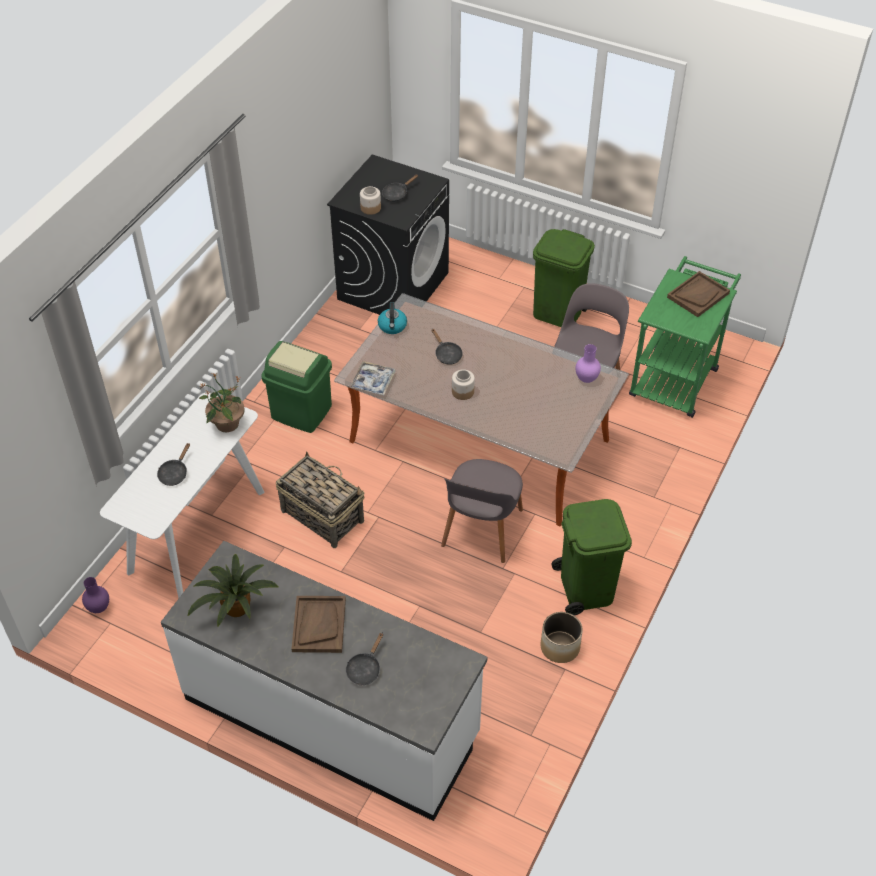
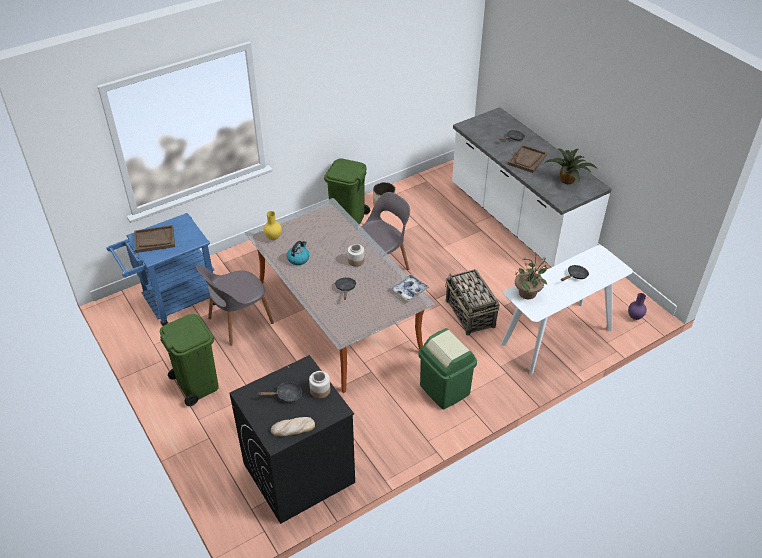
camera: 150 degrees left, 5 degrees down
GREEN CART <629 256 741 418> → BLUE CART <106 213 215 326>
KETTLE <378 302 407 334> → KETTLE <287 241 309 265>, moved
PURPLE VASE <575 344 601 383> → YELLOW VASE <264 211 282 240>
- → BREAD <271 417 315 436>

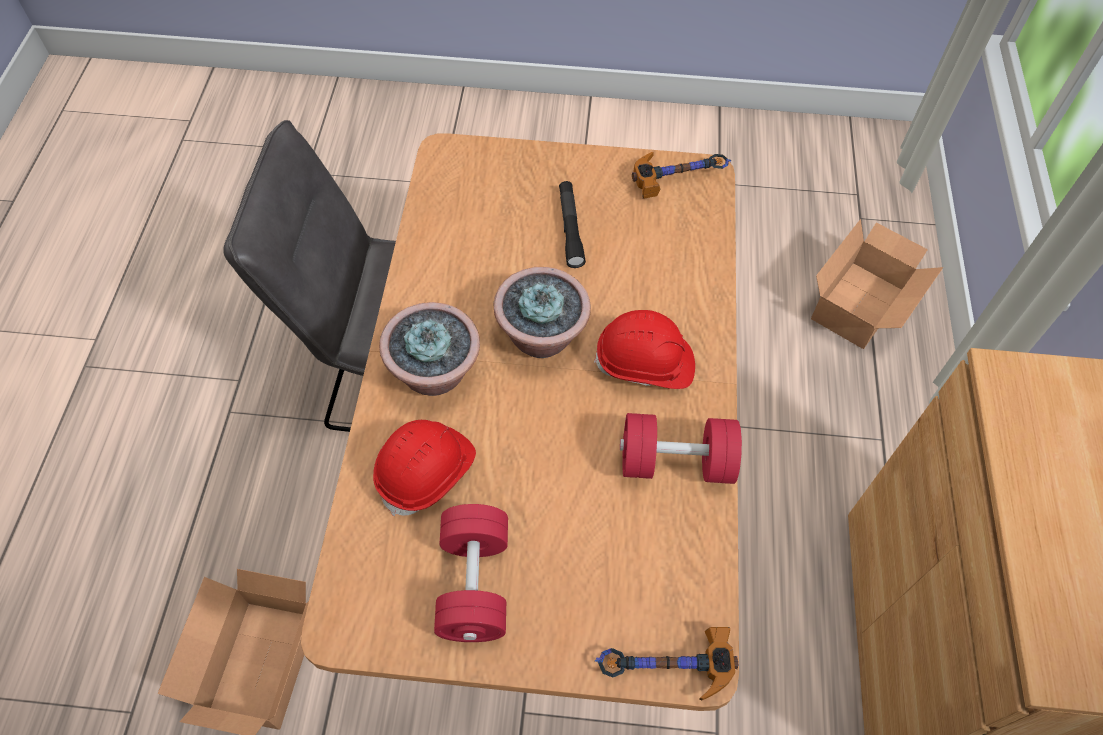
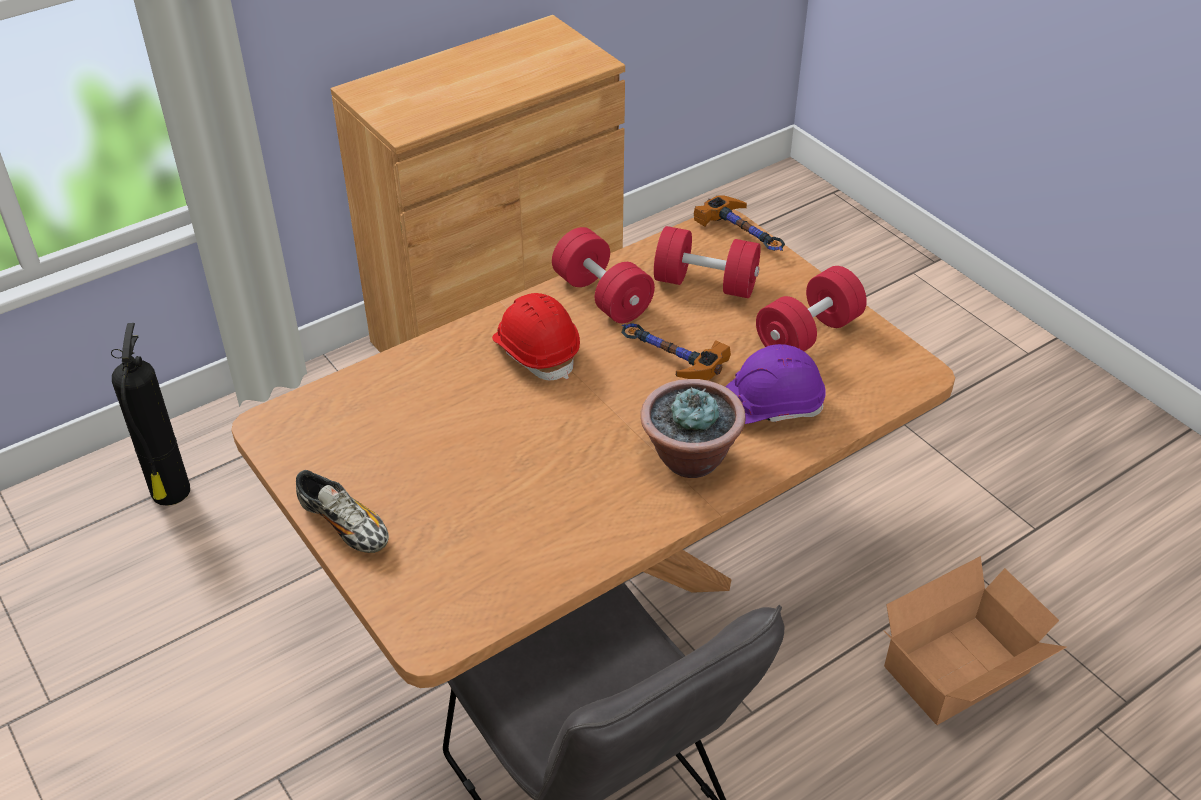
camera: 130 degrees left, 15 degrees down
HAMMER <632 152 731 199> → HAMMER <621 323 731 380>, moved
BLACK FLASHLIGHT <559 181 586 268> → -
CARDBOARD BOX <811 219 943 349> → FIRE EXTINGUISHER <111 323 190 506>
POTTED PLANT <493 267 591 358> → -
RED HARD HAT <373 420 476 516> → PURPLE HARD HAT <725 344 826 424>
- → RED DUMBBELL <654 226 761 298>
- → SHOE <296 470 389 553>

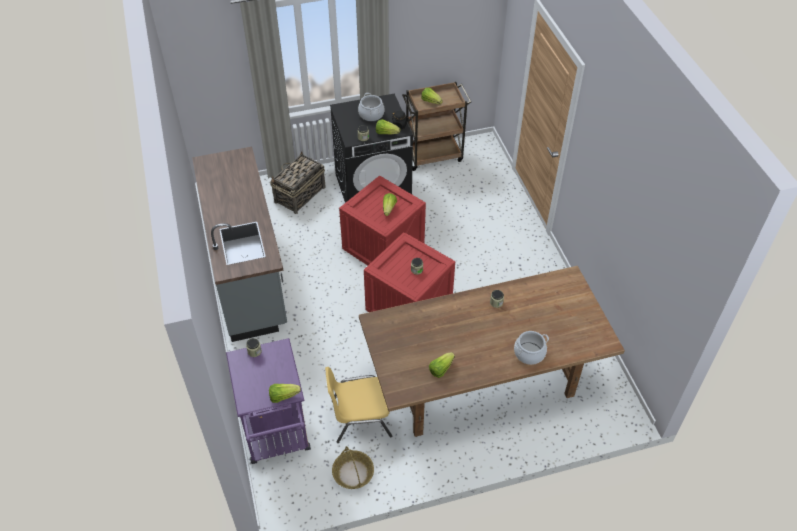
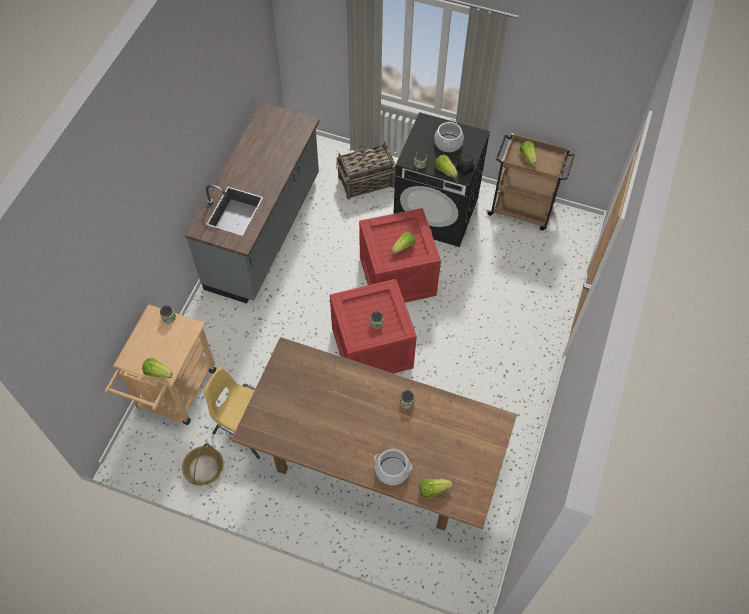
camera: 35 degrees right, 10 degrees up
PURPLE CART <226 338 311 464> → BEIGE CART <105 304 216 425>
LETTUCE <429 352 455 378> → LETTUCE <419 479 452 498>, moved

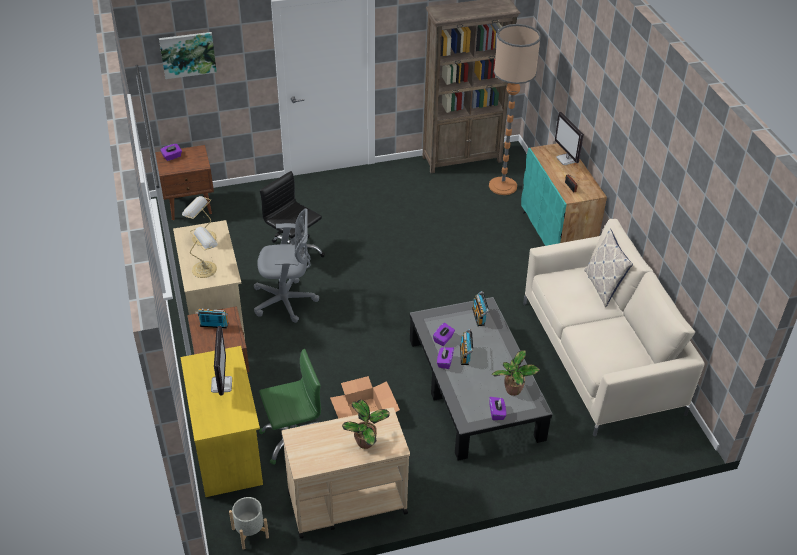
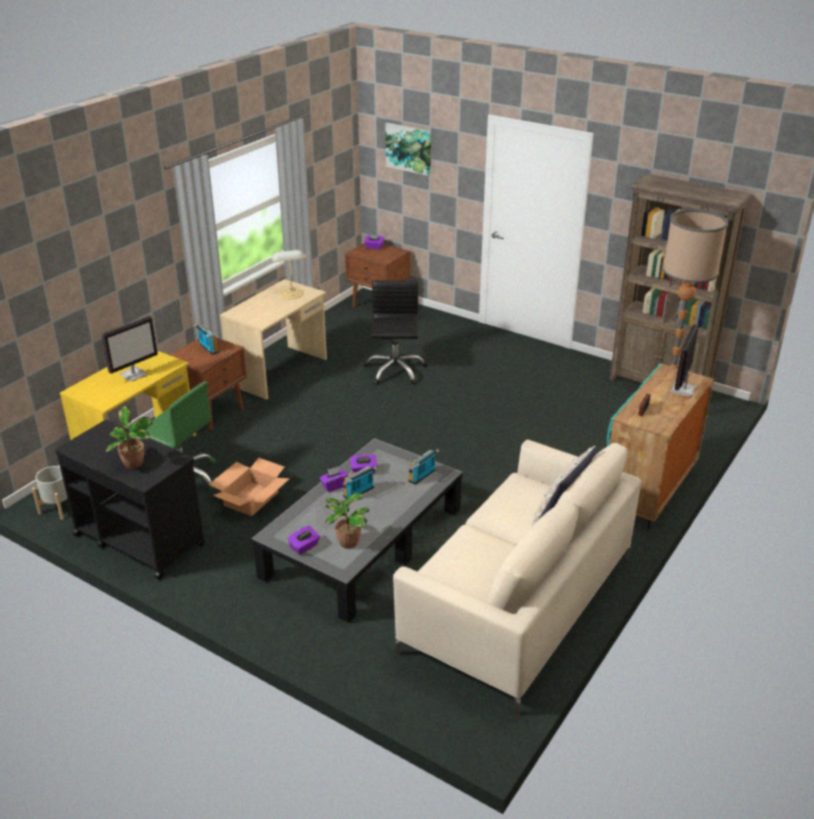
camera: 50 degrees right, 10 degrees down
GREY OFFICE CHAIR <254 208 319 323> → -
TABLE LAMP <190 227 218 278> → -
BEIGE CART <282 407 410 539> → BLACK CART <55 420 205 579>

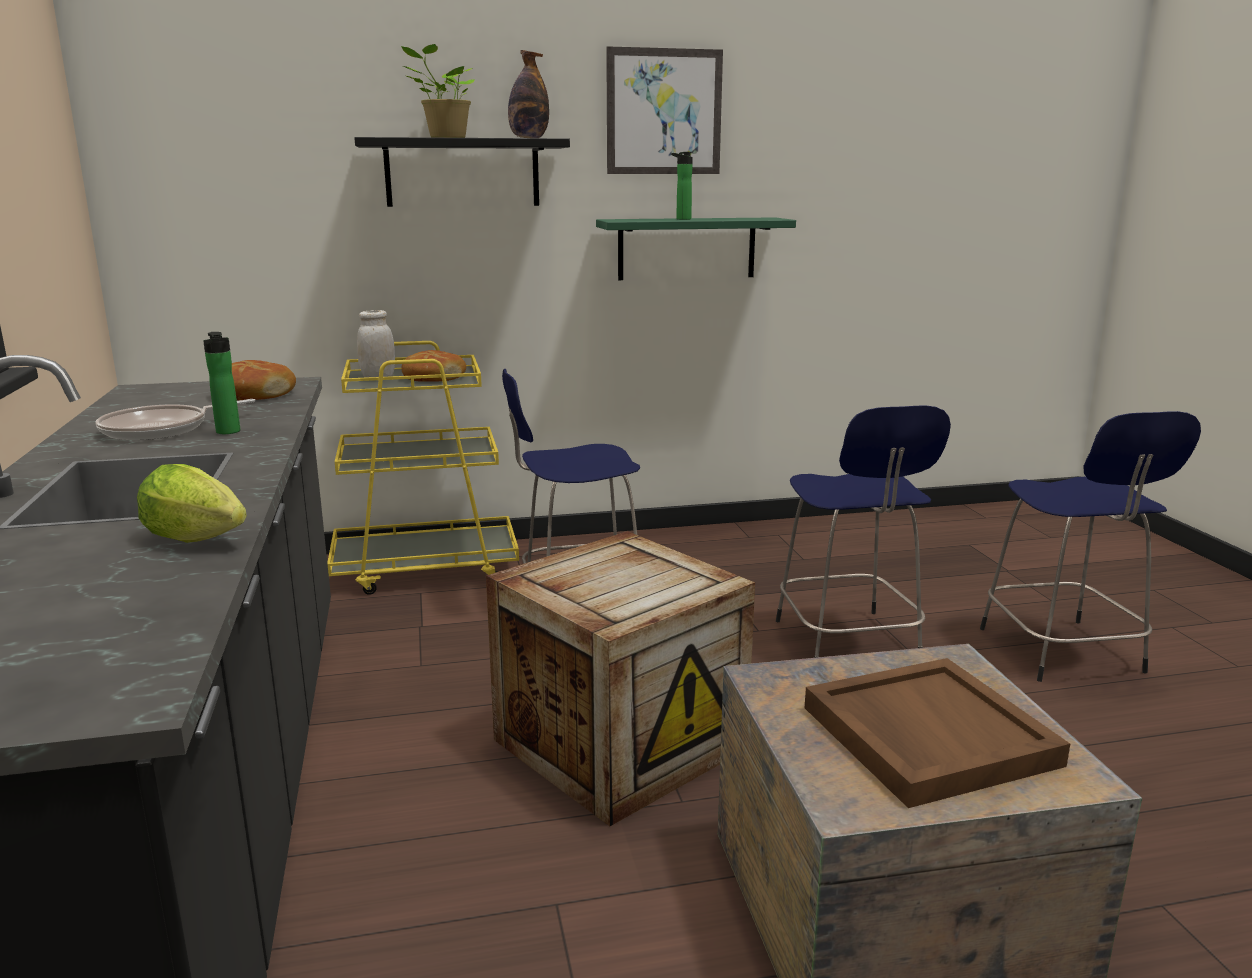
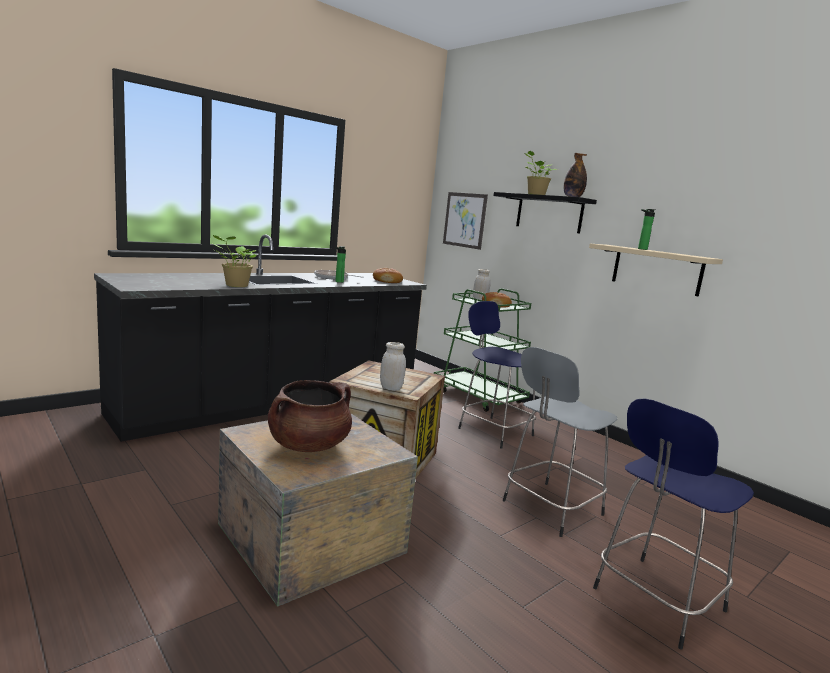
camera: 60 degrees right, 5 degrees down
PICTURE <606 46 723 174> → PICTURE <443 192 488 250>, moved
GREEN SHELF <596 217 796 280> → BEIGE SHELF <589 244 723 296>
YELLOW CART <327 341 519 595> → GREEN CART <434 288 531 412>
BLUE STOOL <776 405 951 658> → GREY STOOL <503 347 617 537>
LETTUCE <137 464 247 543> → POTTED PLANT <211 235 257 287>
BROWN TRAY <805 658 1070 808> → BROWN COOKING POT <268 380 352 452>
- → WHITE JAR <380 342 406 391>

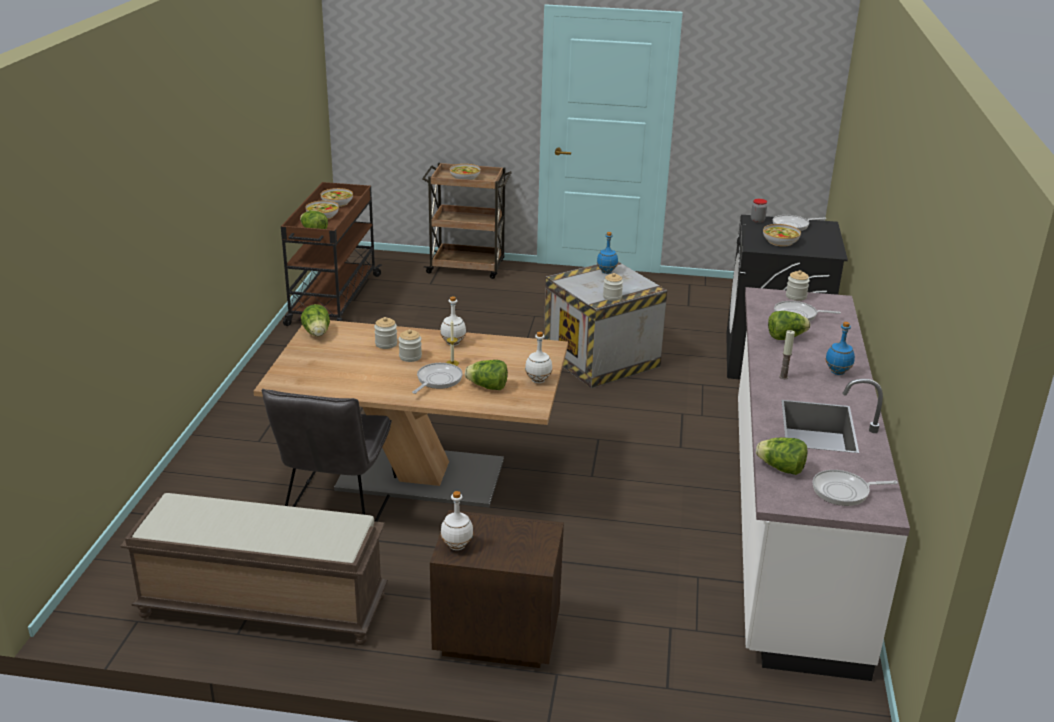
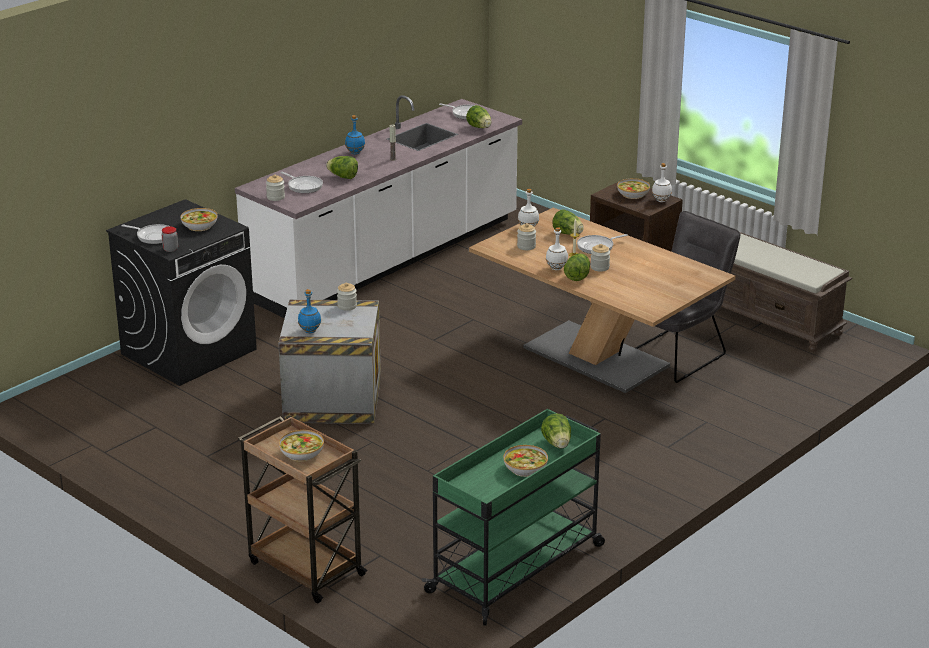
camera: 145 degrees left, 0 degrees up
BROWN CART <281 182 382 326> → GREEN CART <422 409 605 626>
BOWL <321 188 353 207> → BOWL <617 178 650 199>, moved
LETTUCE <301 304 330 336> → LETTUCE <564 253 590 281>, moved
JAR <374 317 397 349> → JAR <517 223 536 250>, moved

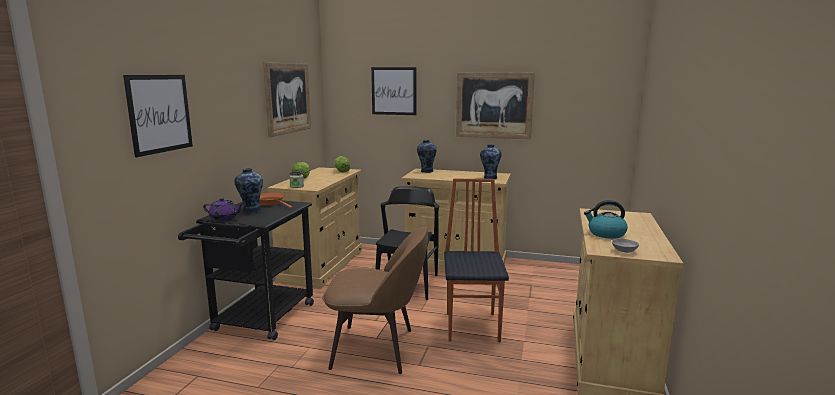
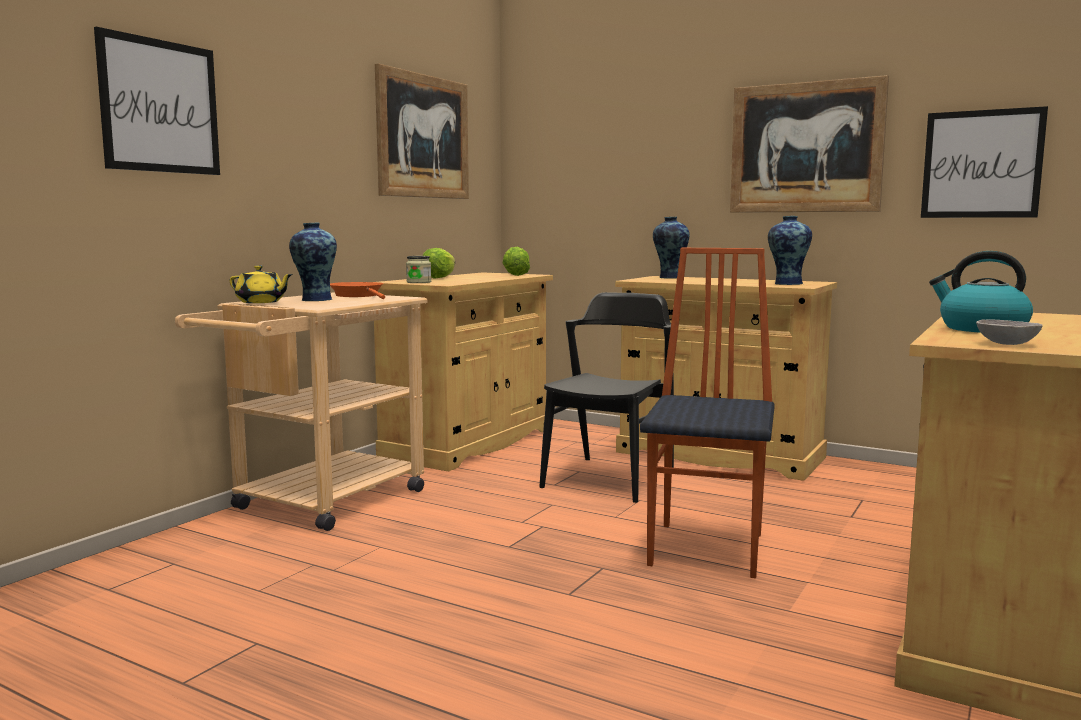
camera: 15 degrees right, 5 degrees down
PICTURE <371 67 417 115> → PICTURE <921 106 1048 218>, moved
PURPLE TEAPOT <203 198 244 221> → YELLOW TEAPOT <230 265 293 303>
BLACK CART <178 200 314 340> → BEIGE CART <175 292 427 531>
BROWN CHAIR <322 225 428 374> → -

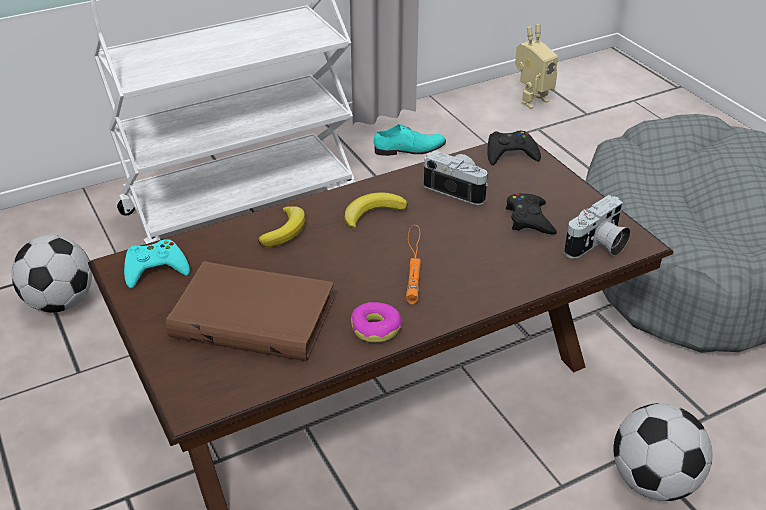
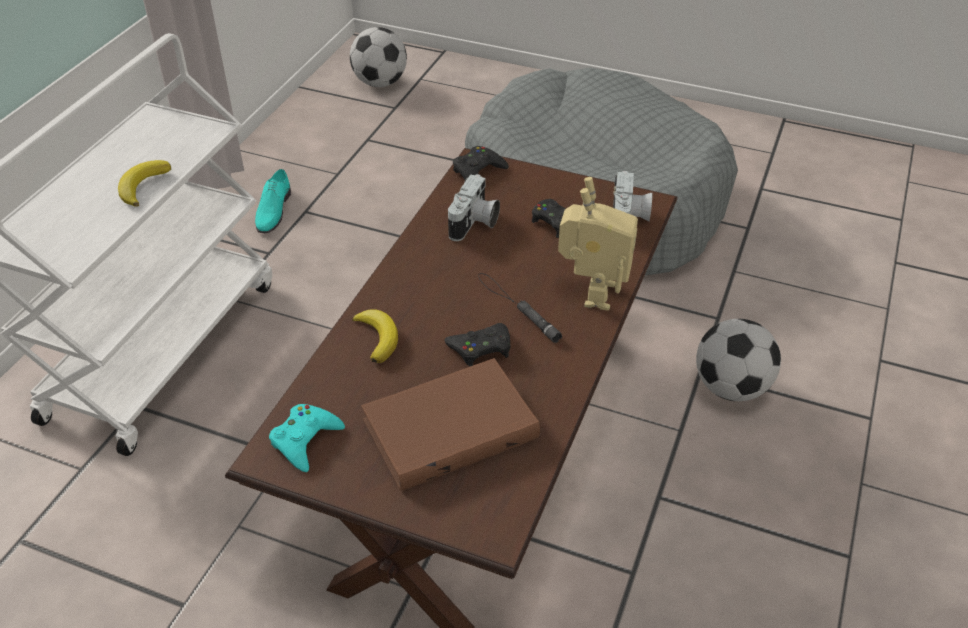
camera: 40 degrees left, 5 degrees up
TOY ROBOT <515 24 558 109> → TOY ROBOT <558 177 638 311>, moved
TURQUOISE SHOE <374 124 446 156> → TURQUOISE SHOE <255 169 291 233>, 150 degrees clockwise
PHOTO CAMERA <423 150 488 205> → PHOTO CAMERA <448 174 500 241>, 120 degrees clockwise
BANANA <344 192 408 231> → BANANA <118 160 171 207>, moved
ORANGE FLASHLIGHT <406 225 421 304> → BLACK FLASHLIGHT <478 273 562 343>
FOOTBALL <11 235 92 313> → FOOTBALL <350 27 407 87>, moved
DONUT <351 302 402 343> → -
- → BLACK GAME CONTROLLER <444 323 511 367>

